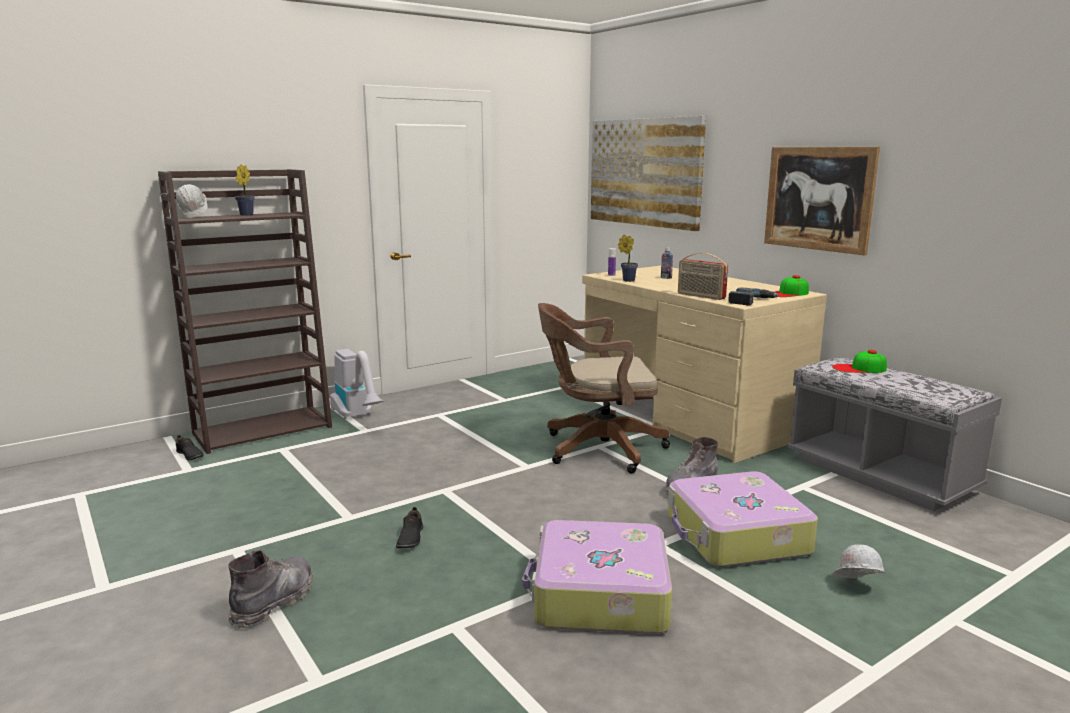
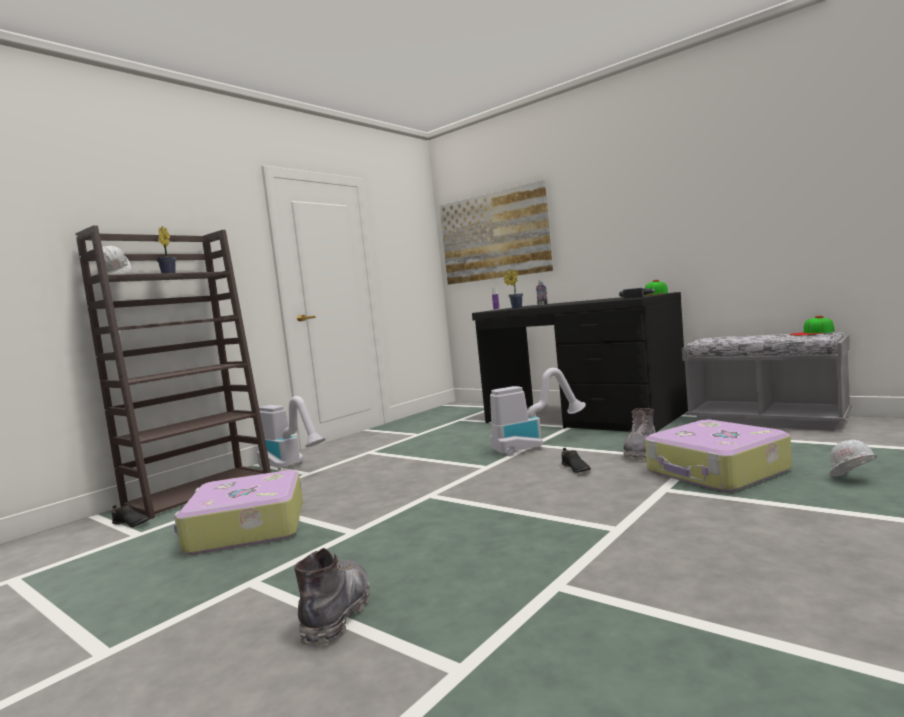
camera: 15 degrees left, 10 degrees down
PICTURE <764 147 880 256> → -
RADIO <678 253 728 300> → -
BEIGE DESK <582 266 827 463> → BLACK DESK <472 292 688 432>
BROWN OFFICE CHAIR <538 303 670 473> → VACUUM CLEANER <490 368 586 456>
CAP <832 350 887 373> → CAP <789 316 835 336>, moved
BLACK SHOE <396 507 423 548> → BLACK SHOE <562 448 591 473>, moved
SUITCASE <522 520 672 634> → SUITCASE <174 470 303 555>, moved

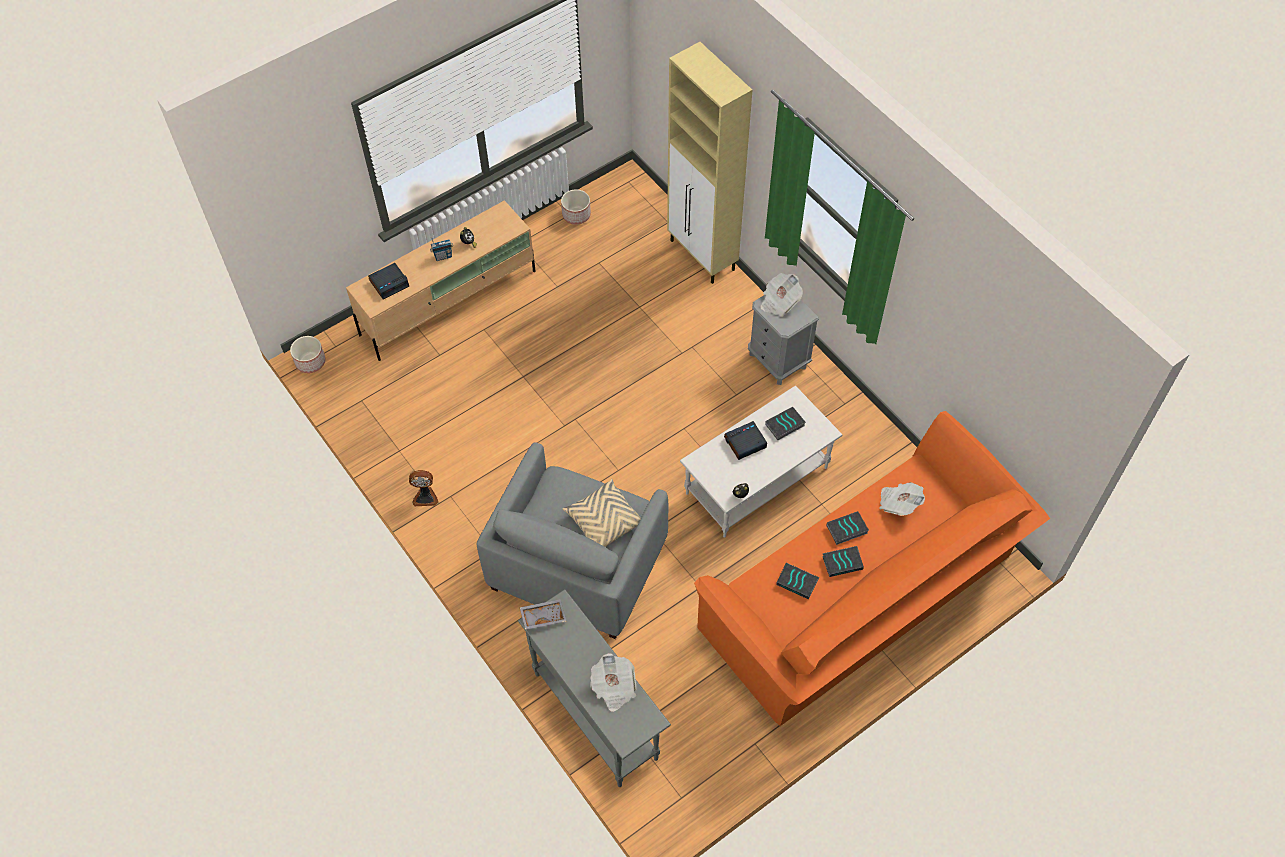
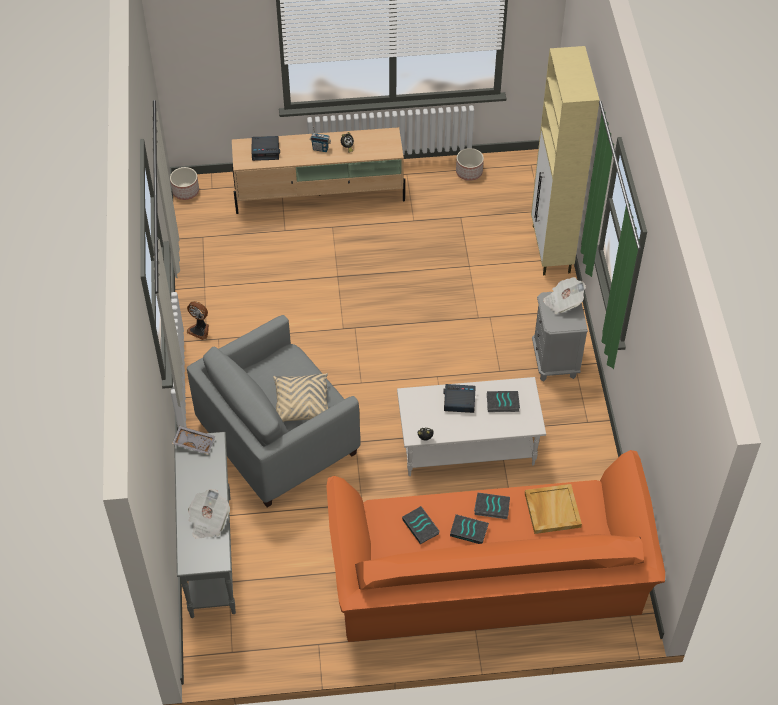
camera: 30 degrees right, 5 degrees down
NEWSPAPER <879 482 925 516> → BEIGE TRAY <525 484 582 534>

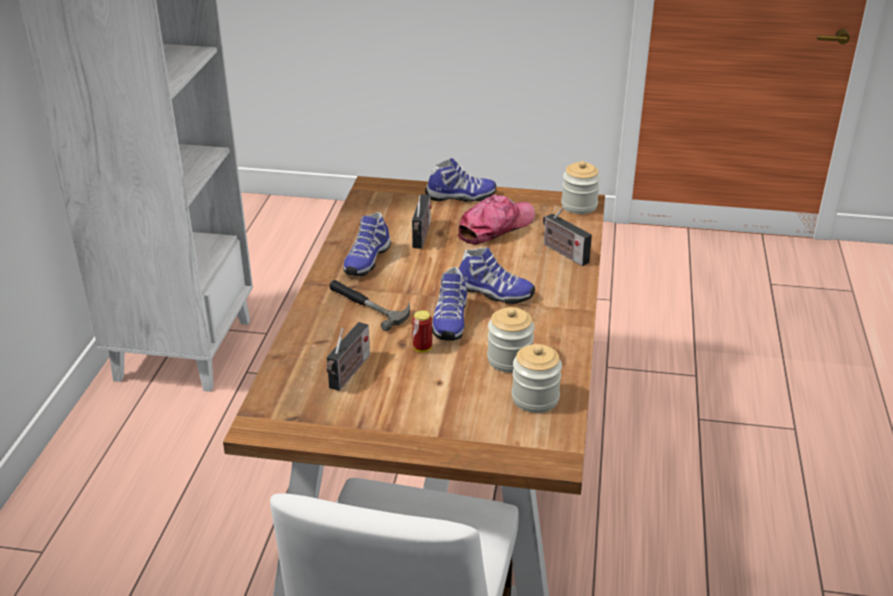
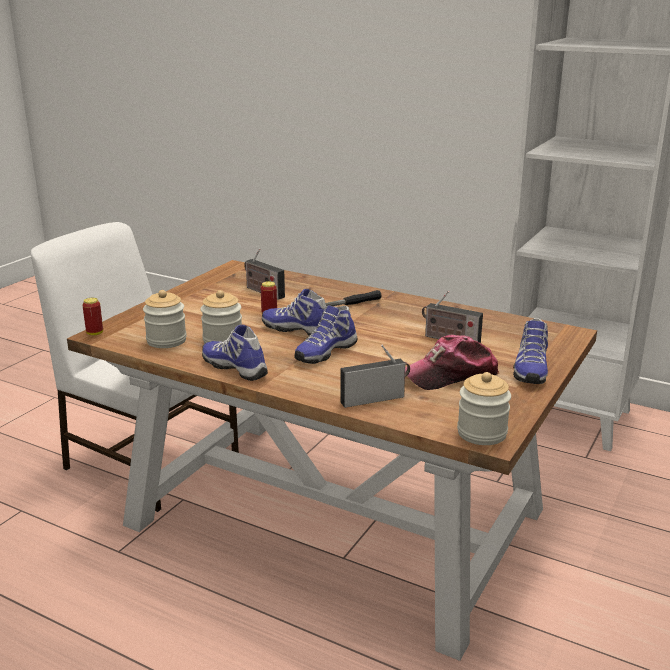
camera: 110 degrees right, 10 degrees down
CAP <457 195 535 244> → CAP <405 335 499 390>, 90 degrees clockwise
SHOE <343 212 391 276> → SHOE <202 325 268 381>, moved
- → CAN <82 298 103 336>

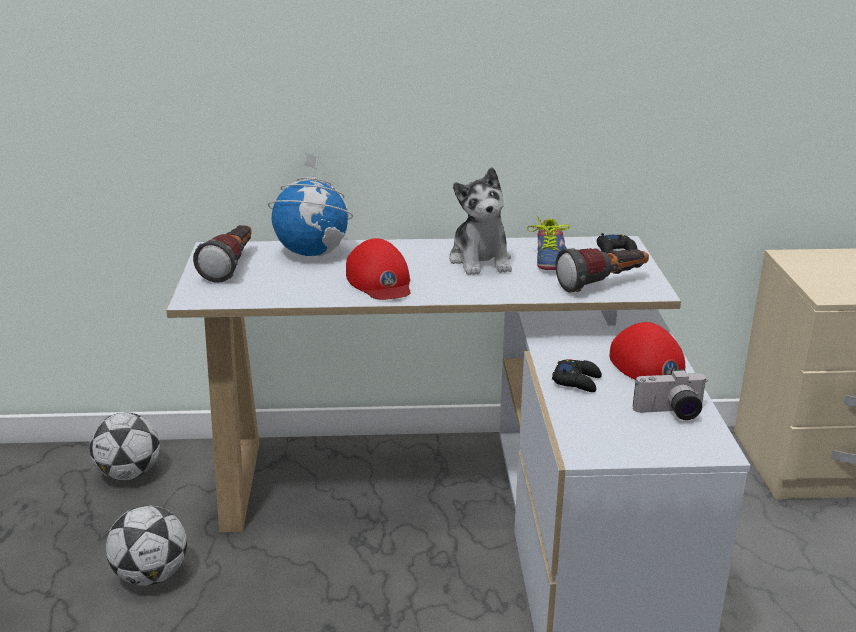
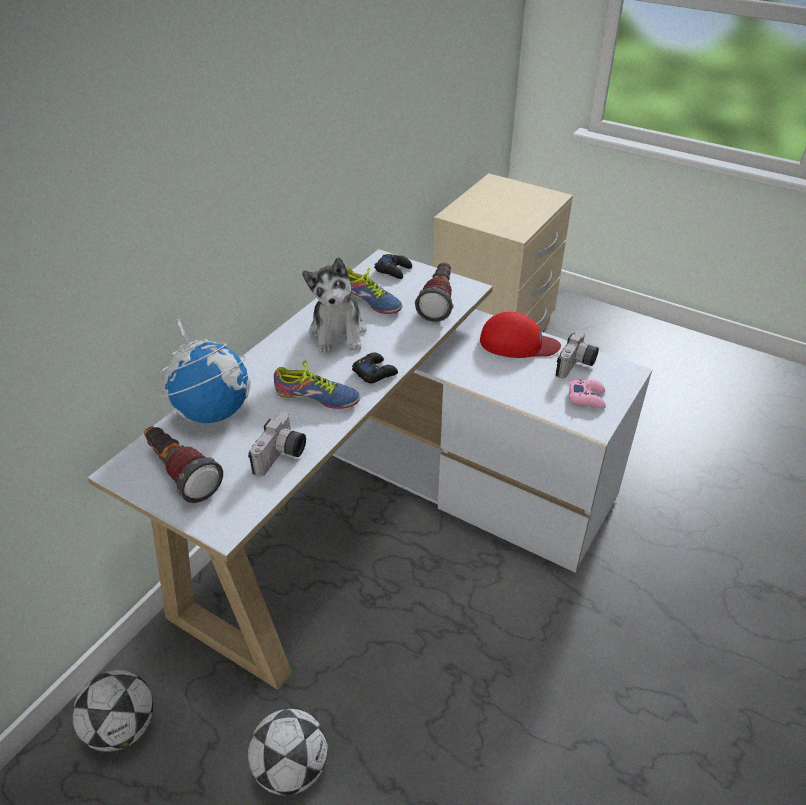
camera: 55 degrees left, 15 degrees up
PLUSH TOY <449 167 512 275> → PLUSH TOY <302 257 367 353>, 60 degrees clockwise
RED CAP <346 238 411 300> → SHOE <274 361 360 409>
BLACK GAME CONTROLLER <552 359 602 392> → BLACK GAME CONTROLLER <352 353 398 383>, moved
- → PINK GAME CONTROLLER <569 380 606 409>
- → PHOTO CAMERA <248 412 306 477>

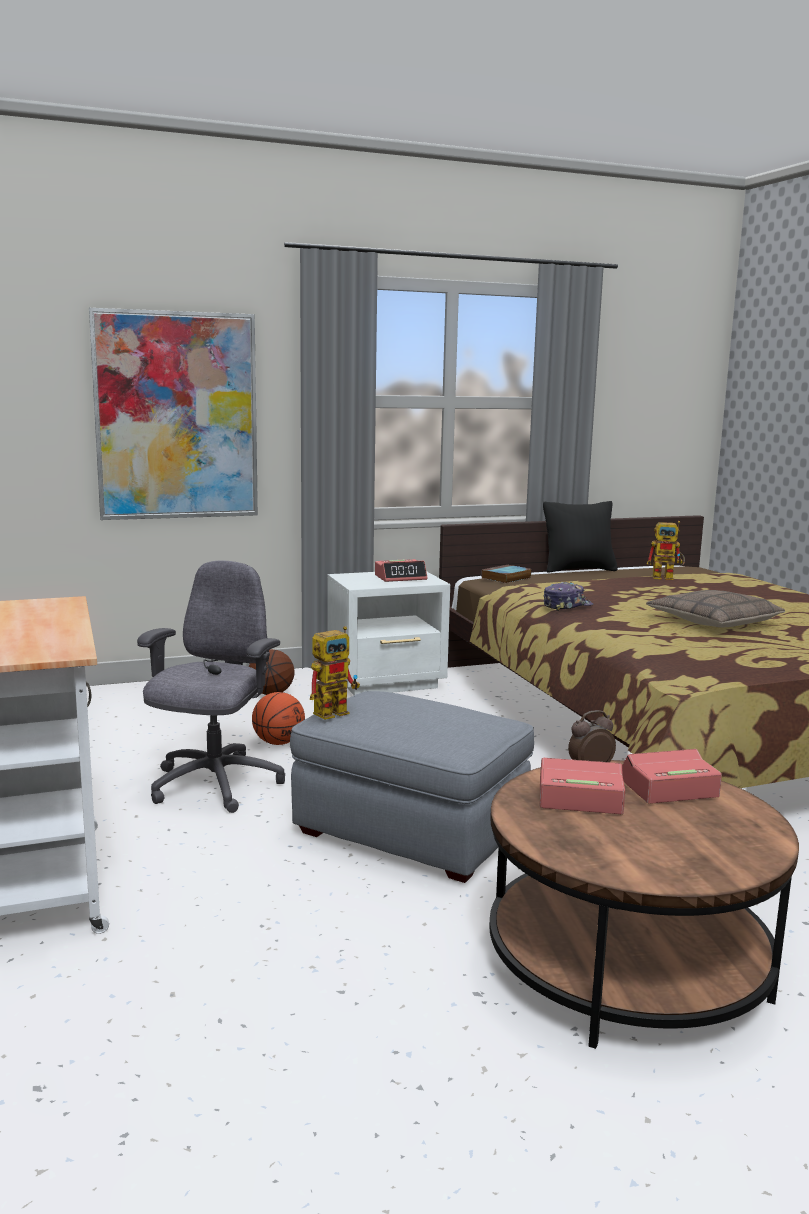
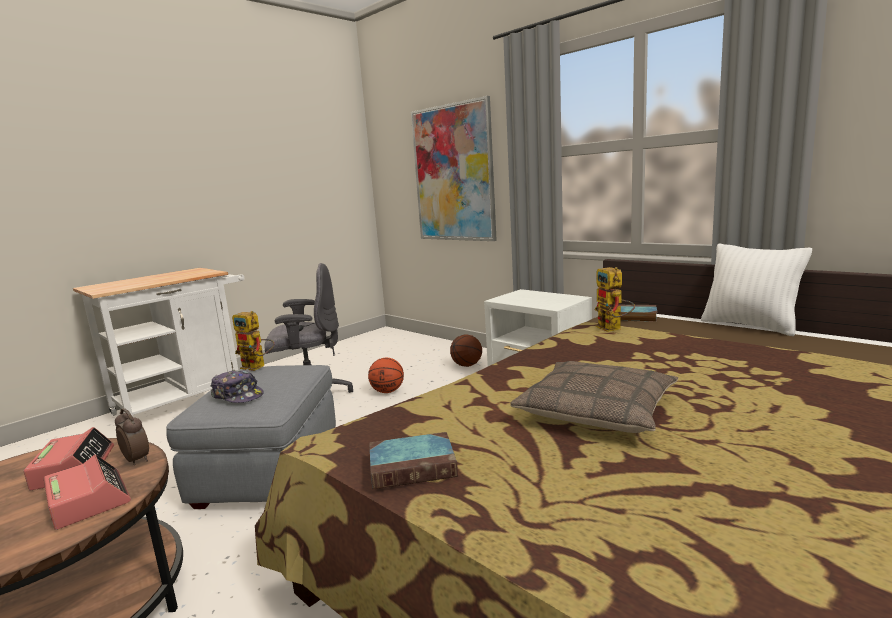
camera: 65 degrees right, 0 degrees up
BLACK PILLOW <543 501 618 572> → WHITE PILLOW <701 244 812 336>
TOY ROBOT <646 521 685 580> → TOY ROBOT <595 267 635 332>, moved
ALARM CLOCK <375 559 427 582> → -
CAP <543 582 594 611> → CAP <210 370 264 403>, moved
- → BOOK <369 432 458 489>

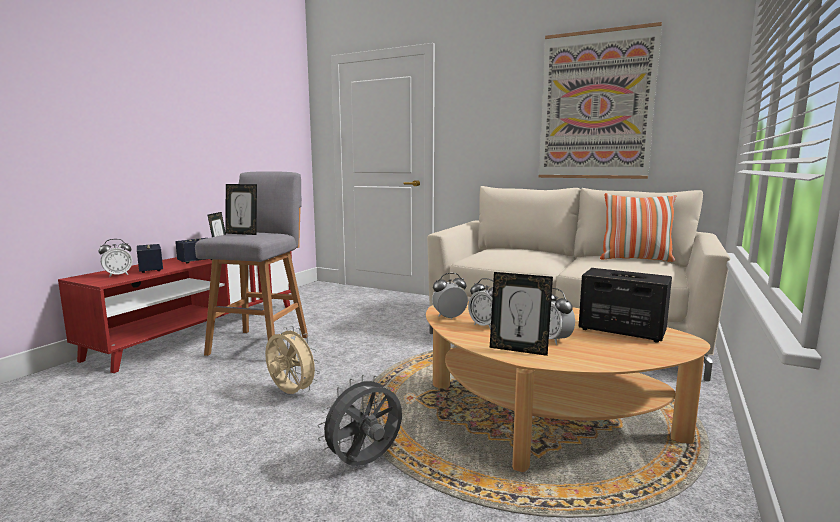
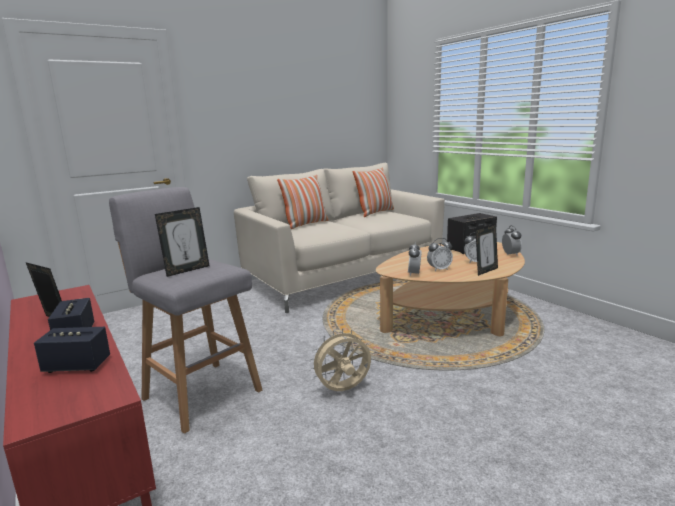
camera: 60 degrees left, 5 degrees up
PICTURE <539 22 662 179> → -
ALARM CLOCK <99 239 132 277> → ALARM CLOCK <502 225 522 256>, moved
GREY FAN <317 375 402 466> → -
- → PILLOW <277 175 329 229>

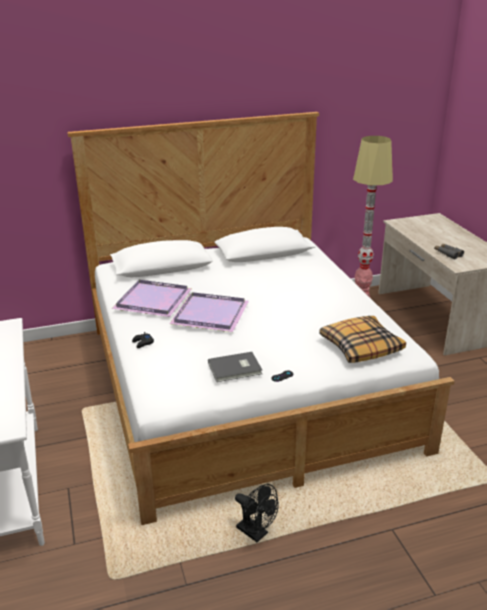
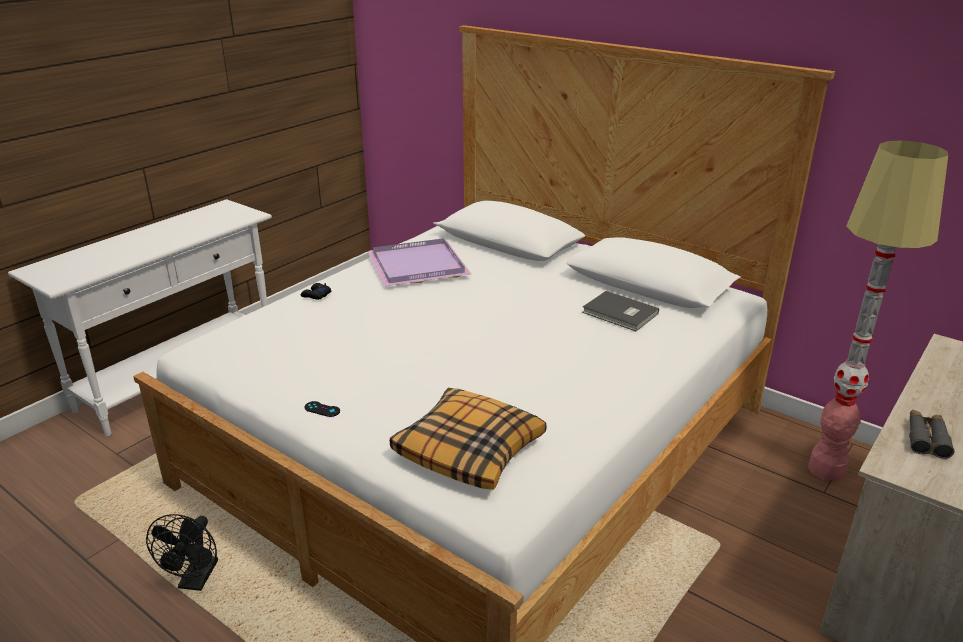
camera: 55 degrees right, 0 degrees up
PURPLE TRAY <170 292 249 332> → -
GREY BOOK <208 352 262 382> → GREY BOOK <582 291 659 331>, moved

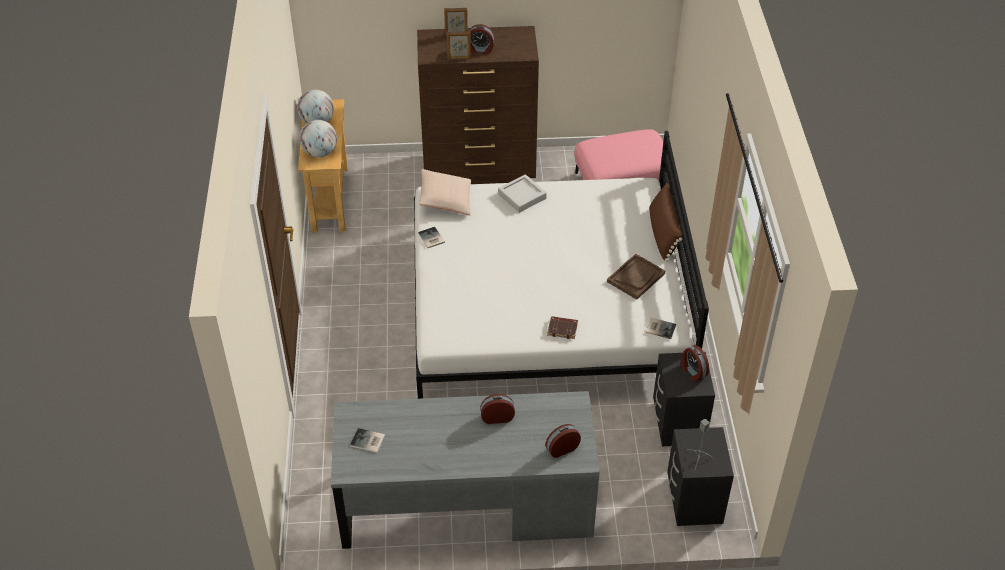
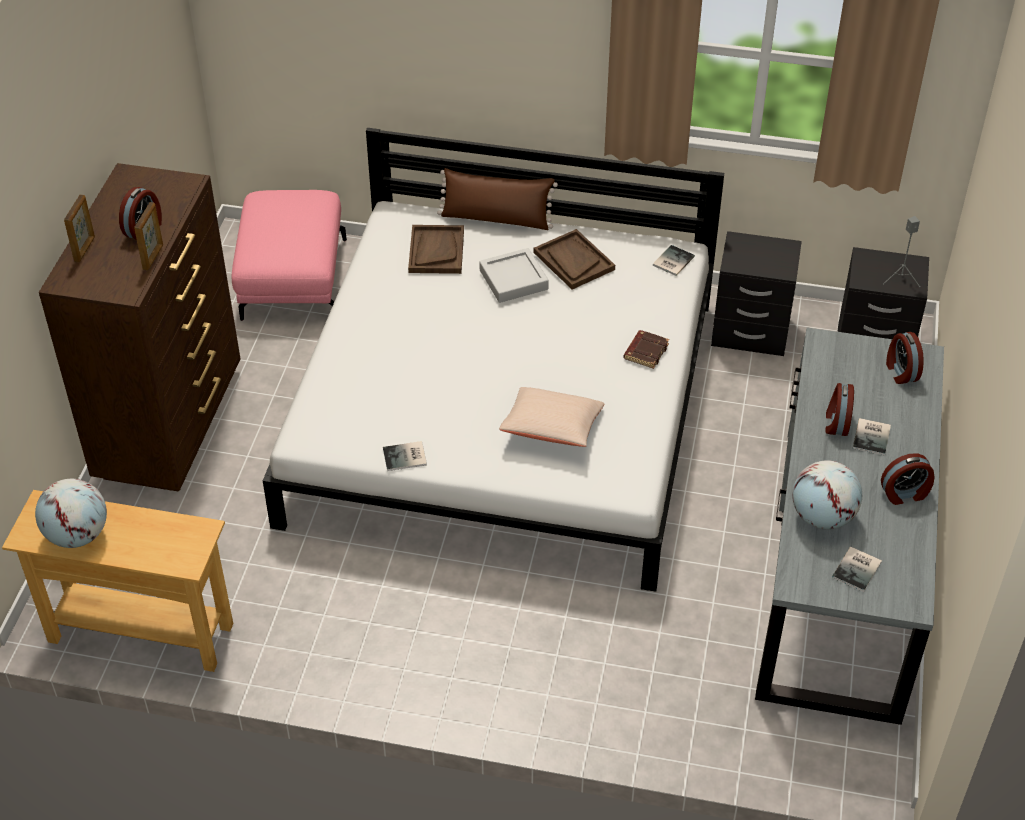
camera: 75 degrees left, 0 degrees up
GLOBE <299 120 337 157> → GLOBE <792 460 862 530>, moved
BEIGE PILLOW <419 169 471 215> → BEIGE PILLOW <499 387 605 447>, moved
GREY TRAY <498 174 547 213> → GREY TRAY <479 248 549 303>, moved
ALARM CLOCK <681 345 709 381> → ALARM CLOCK <881 453 935 505>, moved
- → BROWN TRAY <408 225 464 274>
- → BOOK <853 418 891 456>

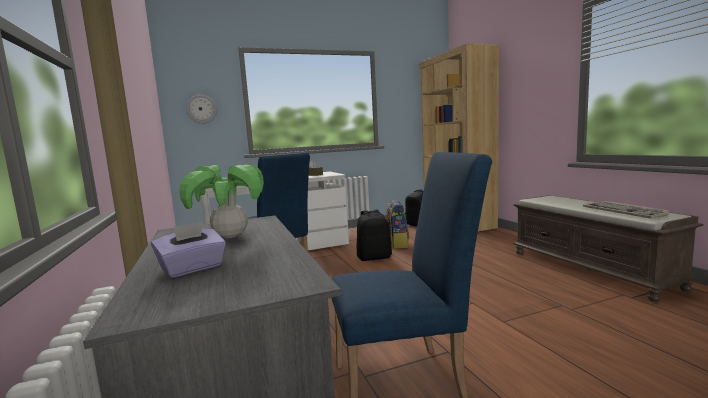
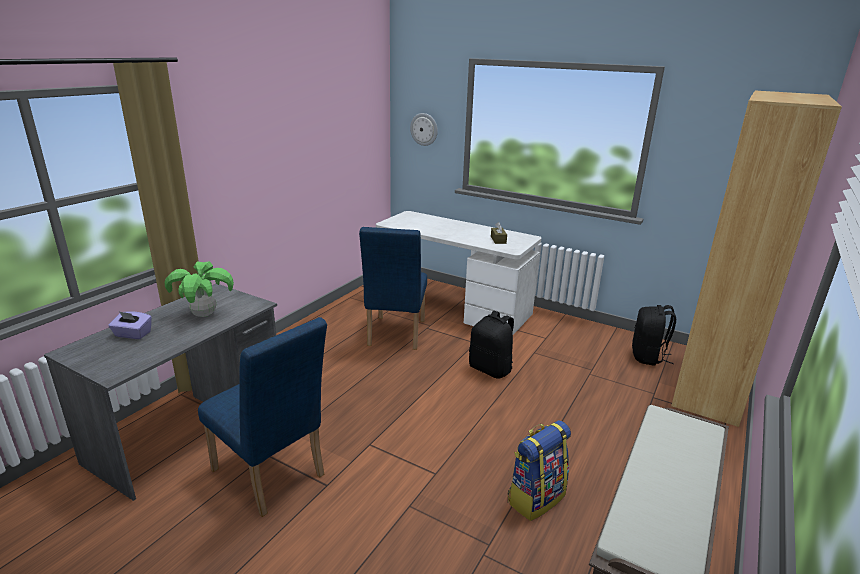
camera: 50 degrees right, 15 degrees up
BACKPACK <387 200 409 249> → BACKPACK <507 420 571 521>, moved
KEYBOARD <583 201 669 218> → -

